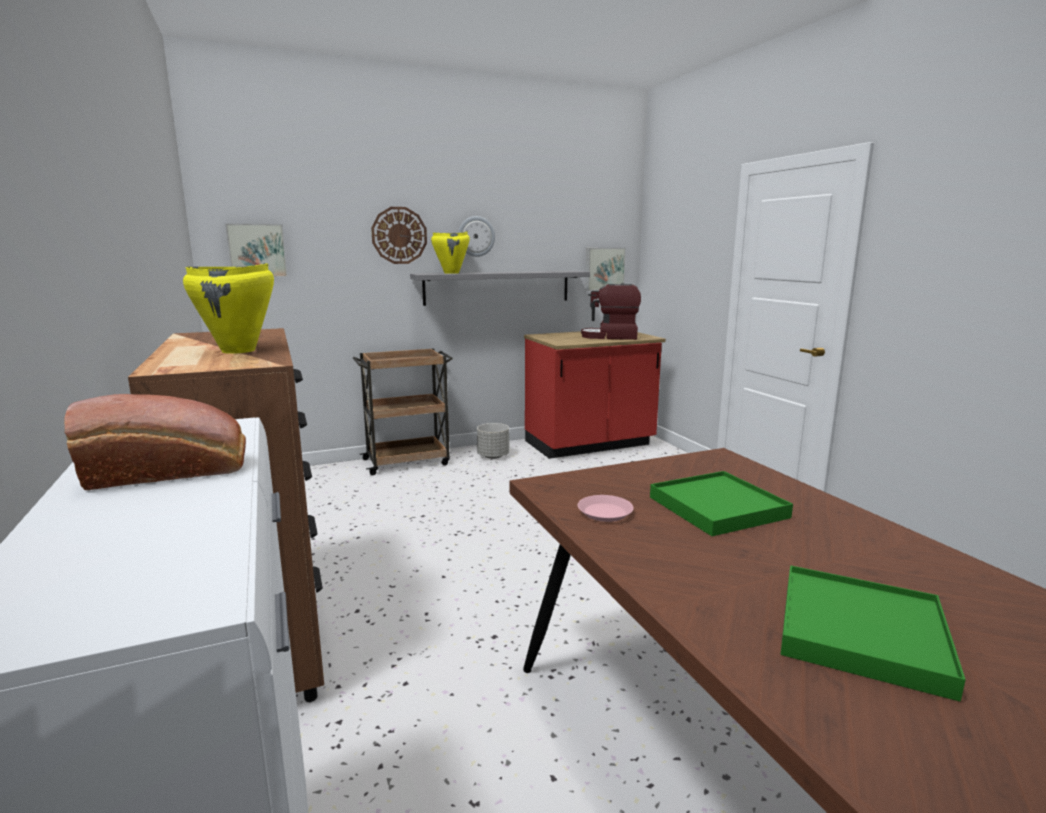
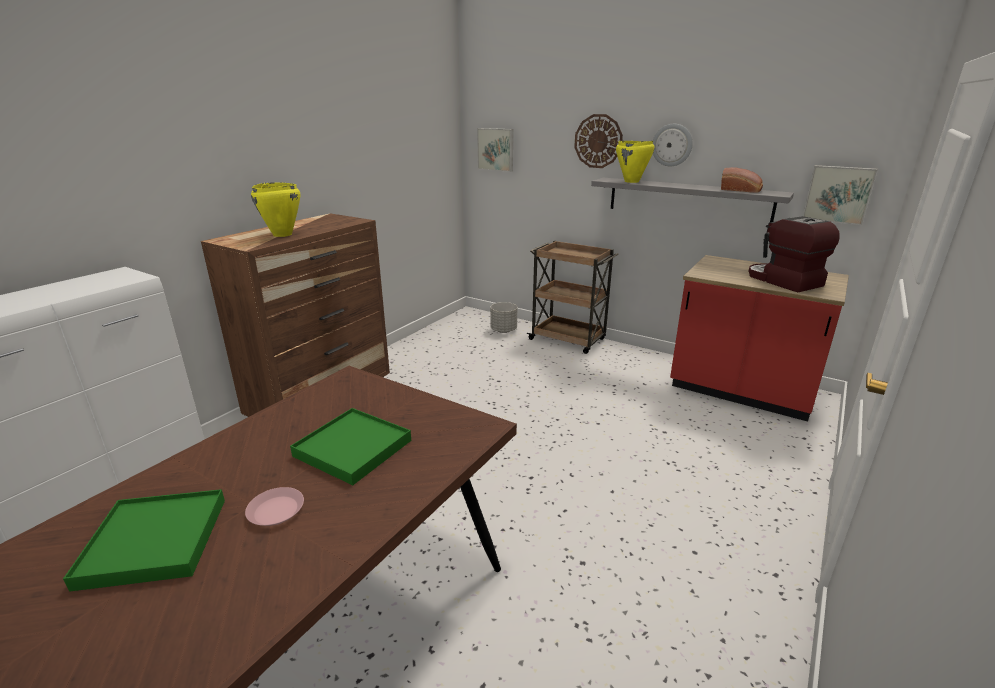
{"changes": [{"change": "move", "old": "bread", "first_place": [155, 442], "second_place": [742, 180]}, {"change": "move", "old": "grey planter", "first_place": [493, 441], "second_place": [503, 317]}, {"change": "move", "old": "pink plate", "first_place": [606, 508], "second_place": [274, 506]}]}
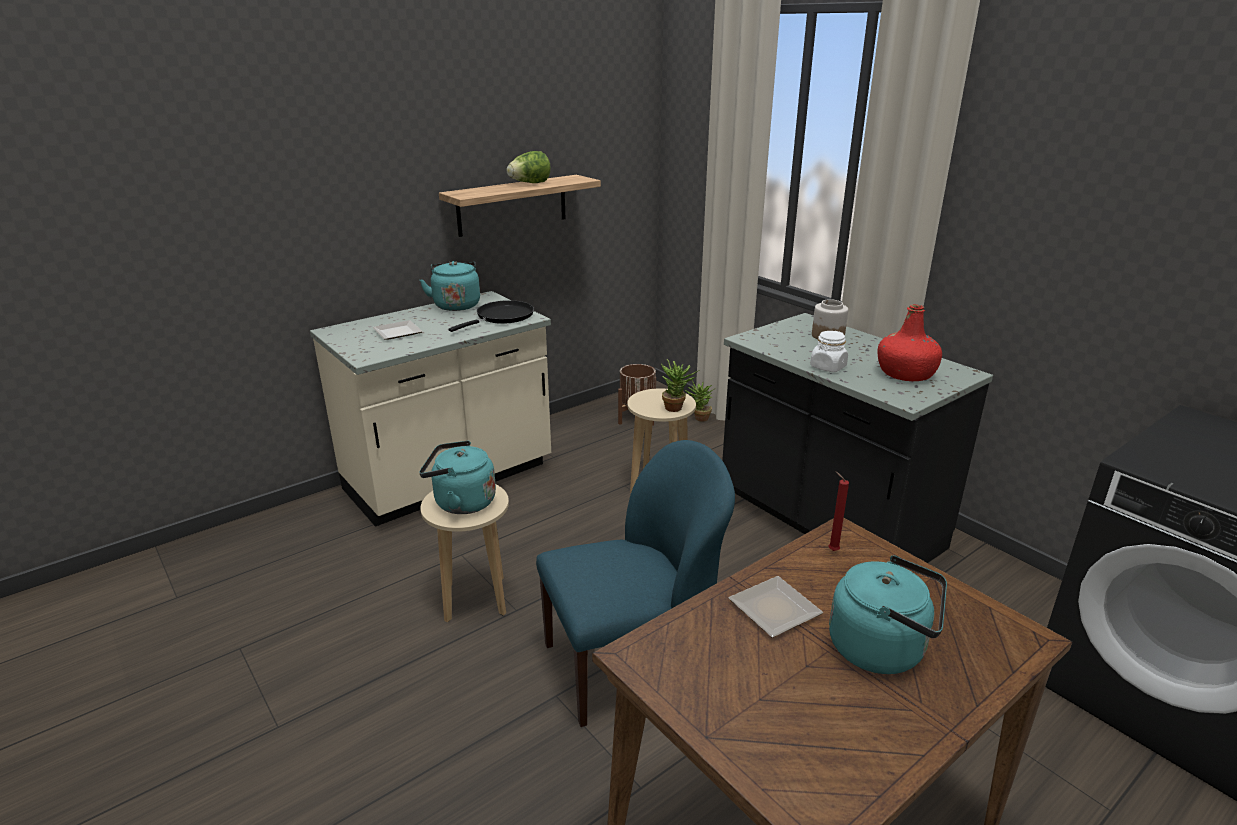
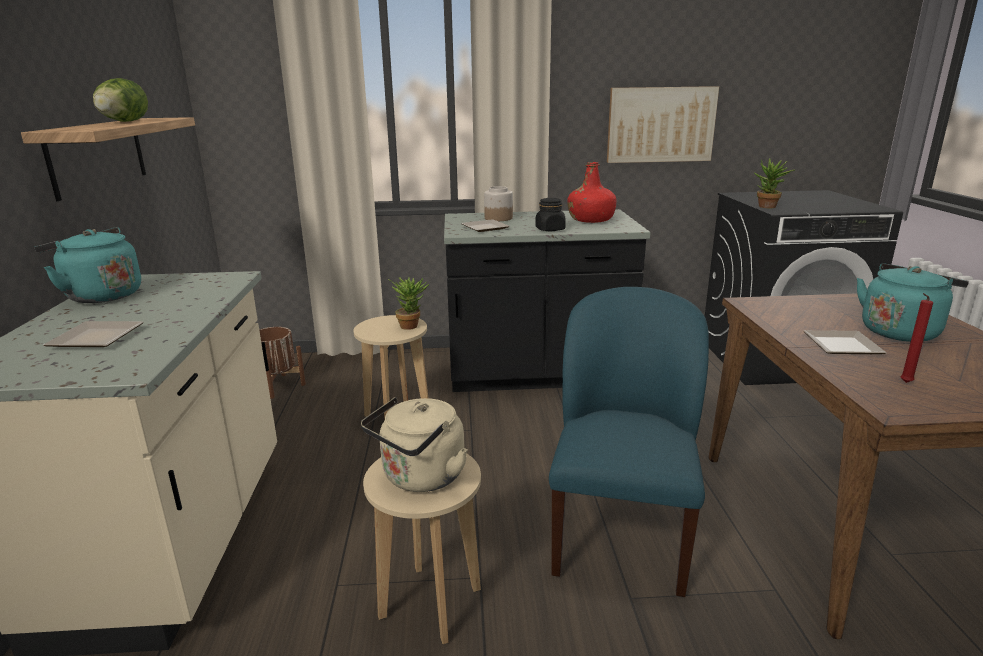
{"changes": [{"change": "recolor", "old": "blue-green water kettle", "new": "beige water kettle", "first_place": [457, 477], "second_place": [414, 444]}, {"change": "delete", "old": "black-coloured skillet", "first_place": [491, 316]}, {"change": "move", "old": "potted plant", "first_place": [700, 400], "second_place": [775, 183]}, {"change": "recolor", "old": "white preserve jar", "new": "black-coloured preserve jar", "first_place": [829, 351], "second_place": [550, 214]}, {"change": "move", "old": "reddish wax light", "first_place": [839, 511], "second_place": [916, 338]}, {"change": "insert", "new": "plate", "second_place": [485, 225]}, {"change": "insert", "new": "wall art", "second_place": [663, 124]}]}
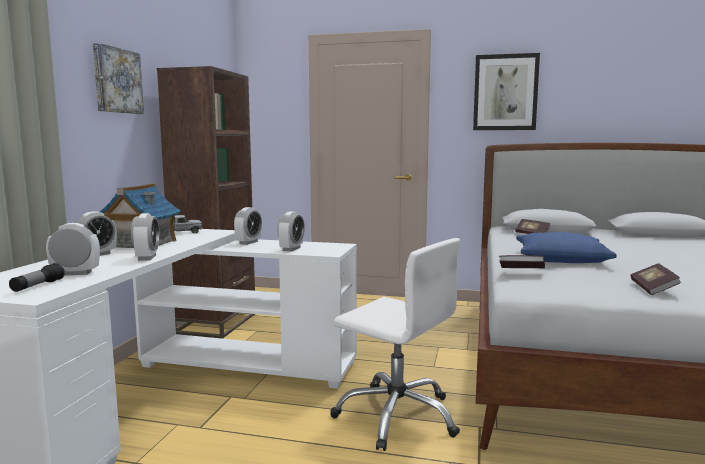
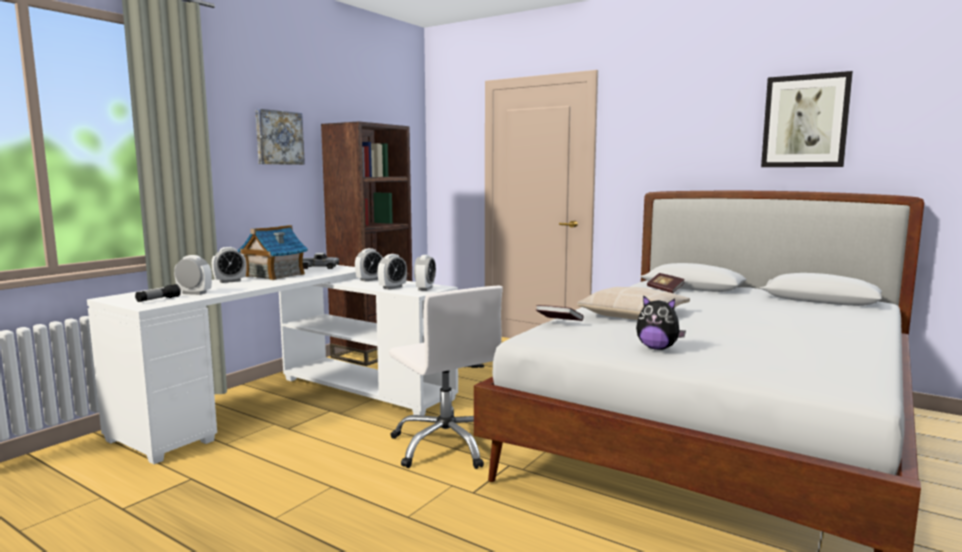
{"changes": [{"change": "move", "old": "table clock", "first_place": [145, 237], "second_place": [425, 273]}, {"change": "move", "old": "wall art", "first_place": [506, 91], "second_place": [807, 119]}, {"change": "recolor", "old": "blue throw pillow", "new": "beige throw pillow", "first_place": [566, 247], "second_place": [633, 303]}, {"change": "replace", "old": "book", "new": "soft toy", "first_place": [655, 279], "second_place": [661, 322]}]}
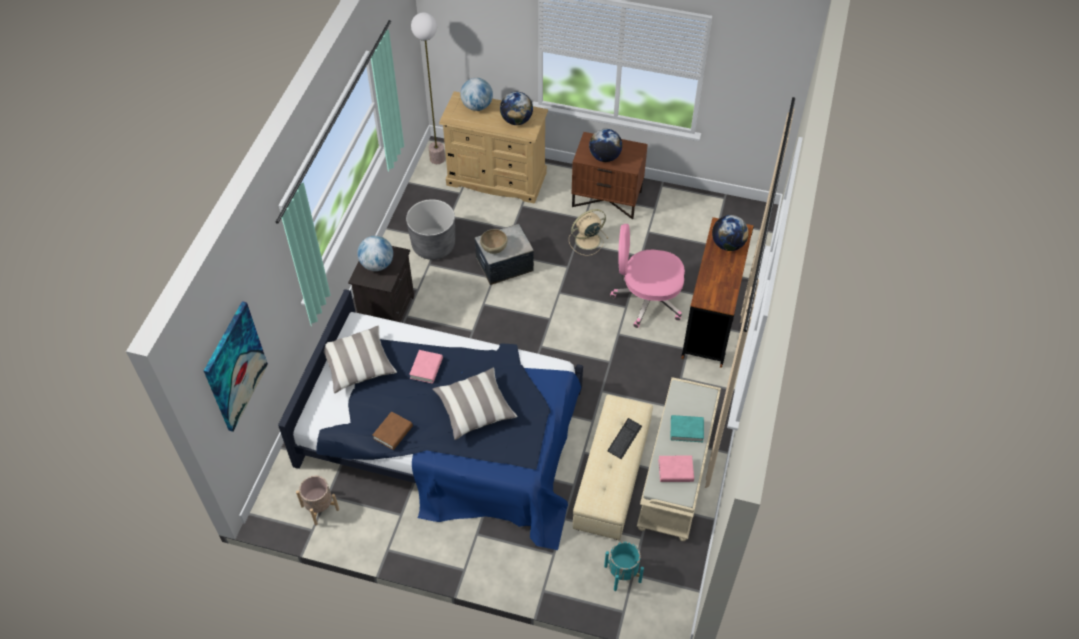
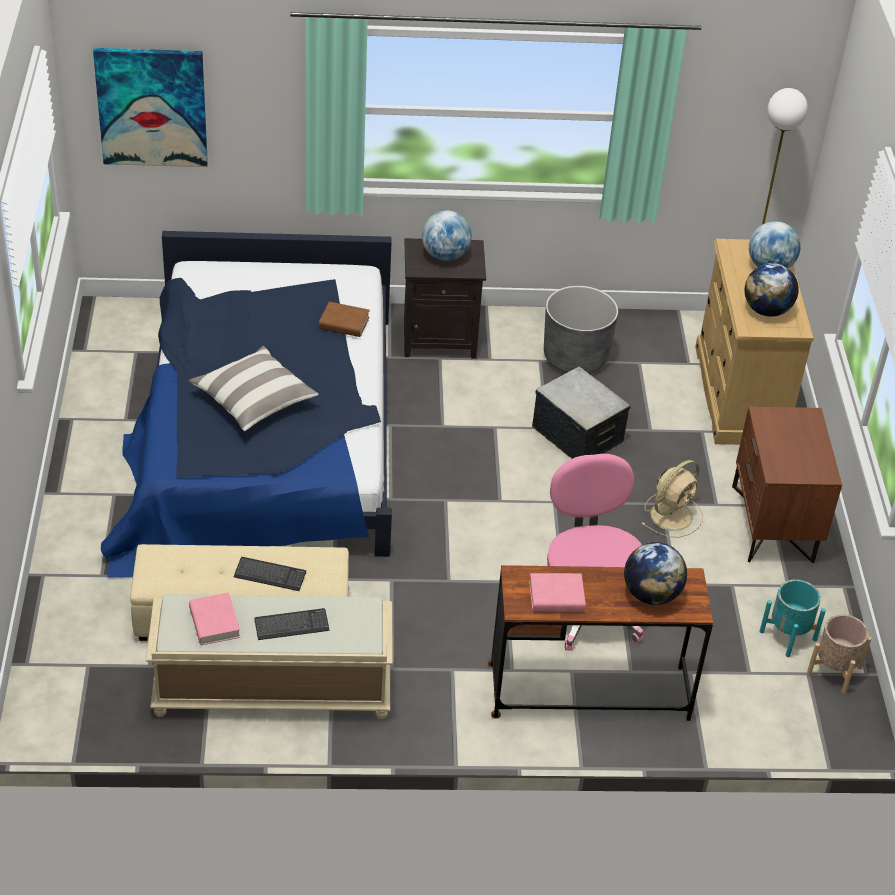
{"changes": [{"change": "move", "old": "beige planter", "first_place": [317, 500], "second_place": [839, 654]}, {"change": "delete", "old": "throw pillow", "first_place": [360, 359]}, {"change": "move", "old": "brown-coloured book", "first_place": [393, 430], "second_place": [344, 319]}, {"change": "move", "old": "pink book", "first_place": [426, 366], "second_place": [557, 592]}, {"change": "delete", "old": "brown-coloured serving bowl", "first_place": [494, 241]}, {"change": "rotate", "old": "beige fan", "first_place": [589, 232], "second_place": [672, 498], "degrees": 90}, {"change": "delete", "old": "world globe", "first_place": [605, 145]}, {"change": "move", "old": "blue-green planter", "first_place": [624, 566], "second_place": [793, 618]}, {"change": "replace", "old": "blue-green book", "new": "computer keyboard", "first_place": [687, 428], "second_place": [291, 624]}]}
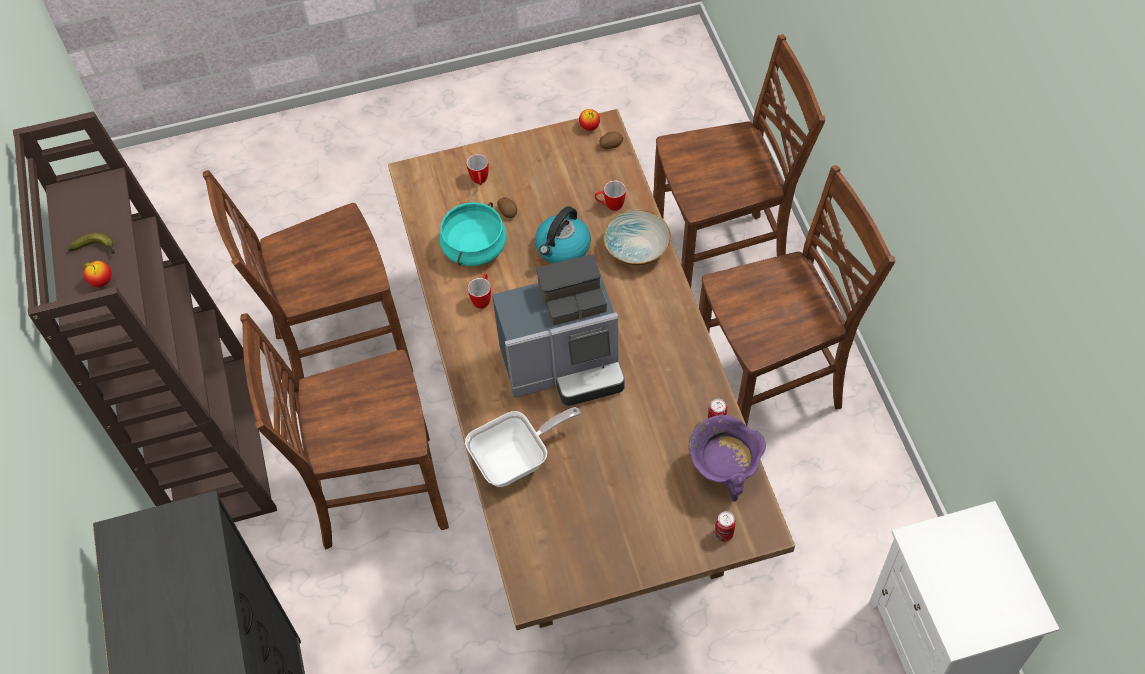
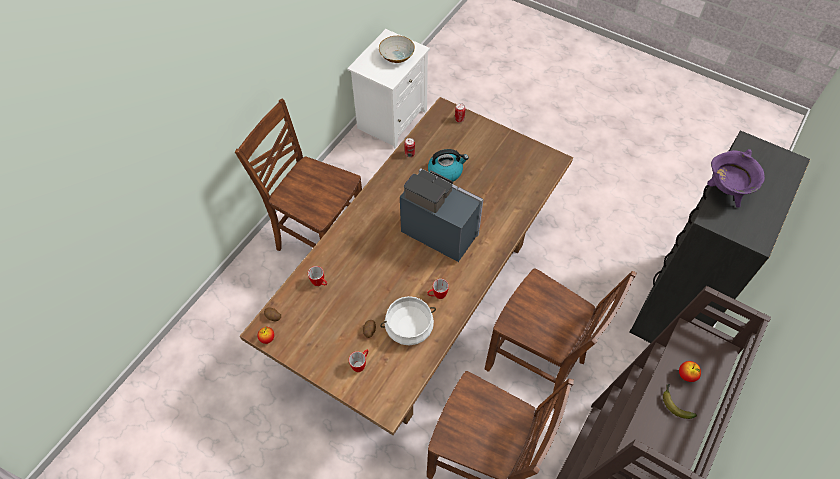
{"changes": [{"change": "recolor", "old": "blue-green stockpot", "new": "white stockpot", "first_place": [473, 234], "second_place": [408, 321]}, {"change": "delete", "old": "skillet", "first_place": [523, 447]}, {"change": "move", "old": "water kettle", "first_place": [563, 234], "second_place": [448, 165]}, {"change": "move", "old": "serving bowl", "first_place": [637, 237], "second_place": [397, 49]}, {"change": "delete", "old": "brown-coloured chair", "first_place": [739, 161]}, {"change": "move", "old": "purple stockpot", "first_place": [727, 458], "second_place": [736, 178]}]}
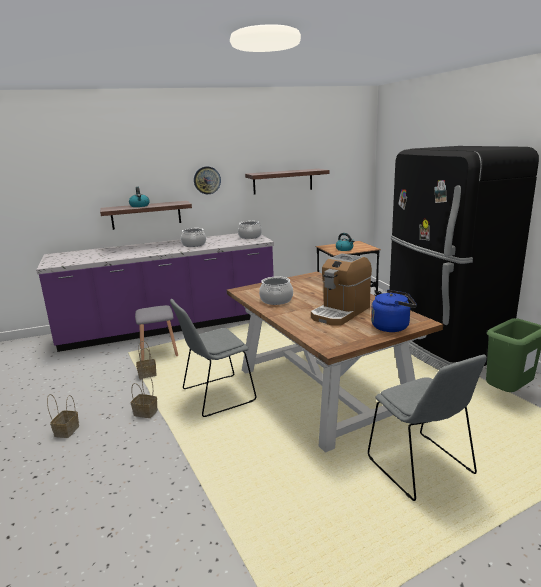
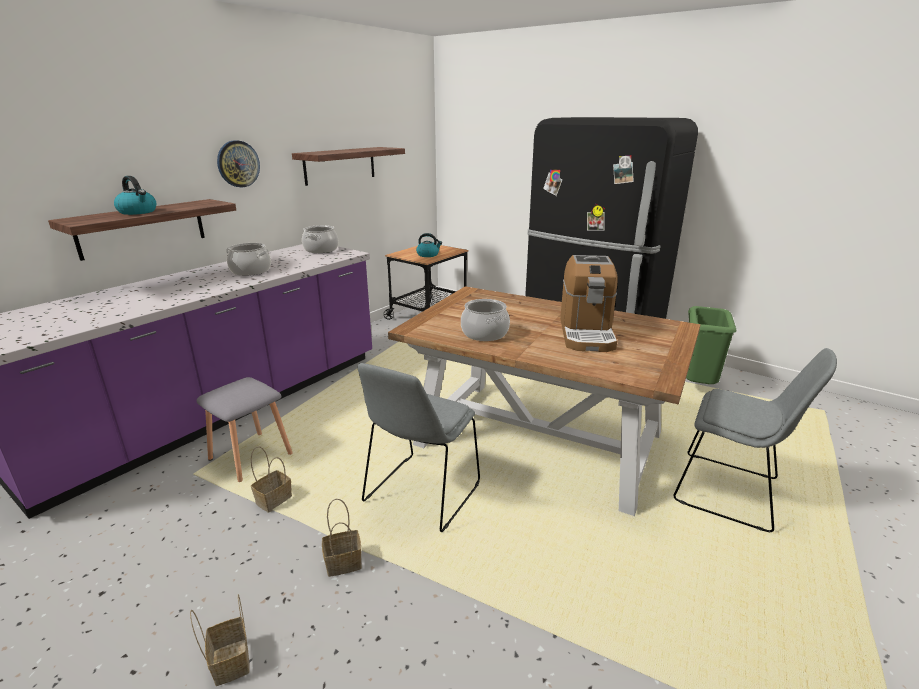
{"changes": [{"change": "delete", "old": "blue water kettle", "first_place": [394, 311]}]}
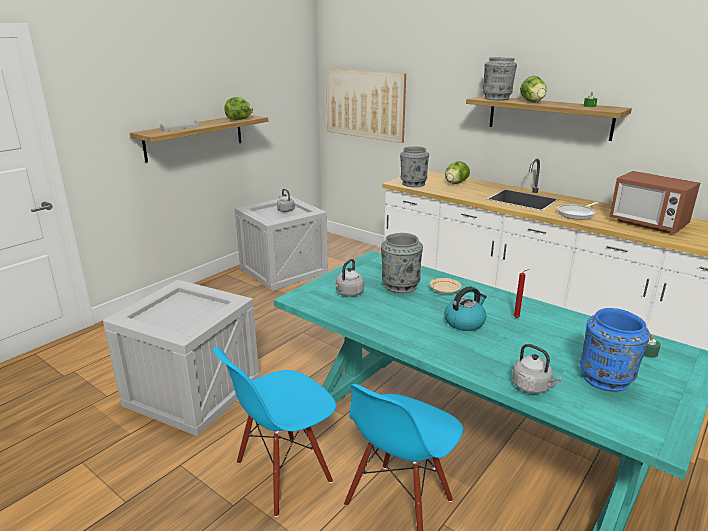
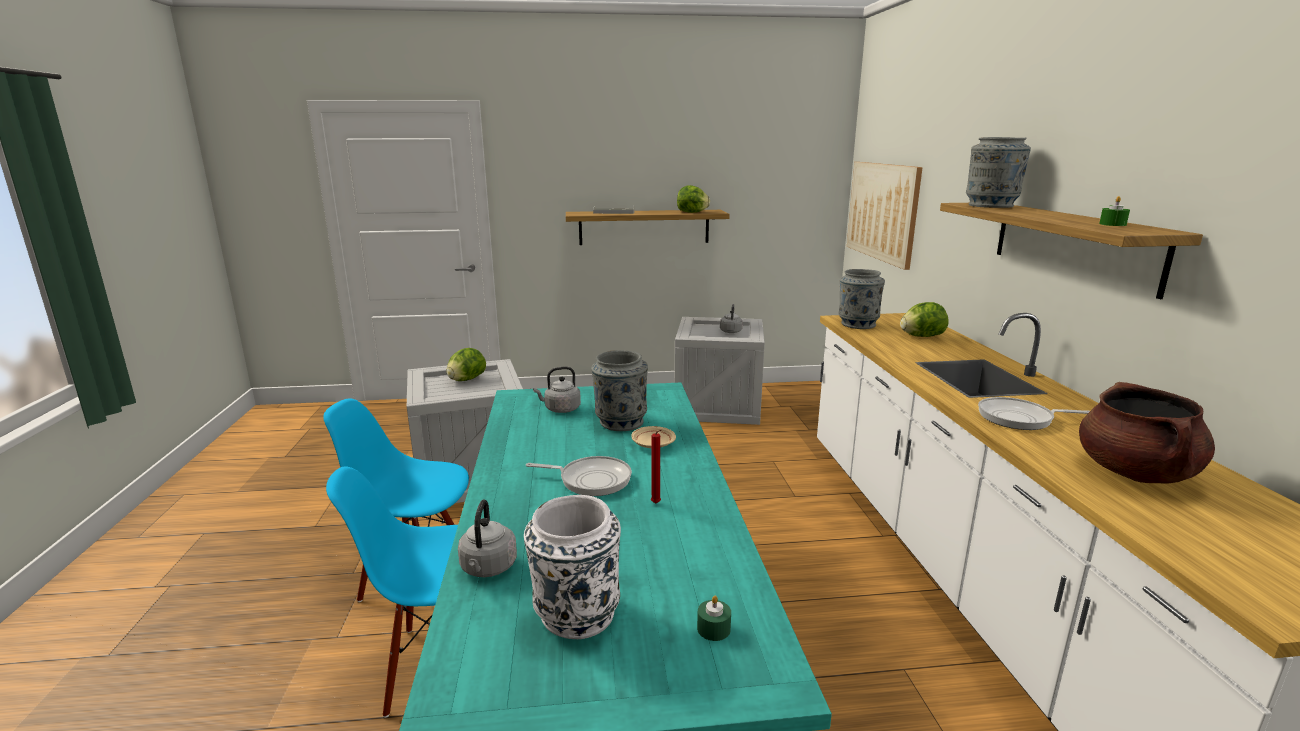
{"changes": [{"change": "replace", "old": "water kettle", "new": "skillet", "first_place": [465, 308], "second_place": [579, 476]}, {"change": "move", "old": "lettuce head", "first_place": [533, 89], "second_place": [466, 364]}, {"change": "recolor", "old": "blue flower vase", "new": "white flower vase", "first_place": [615, 349], "second_place": [572, 567]}, {"change": "replace", "old": "microwave", "new": "brown-coloured stockpot", "first_place": [654, 202], "second_place": [1147, 432]}]}
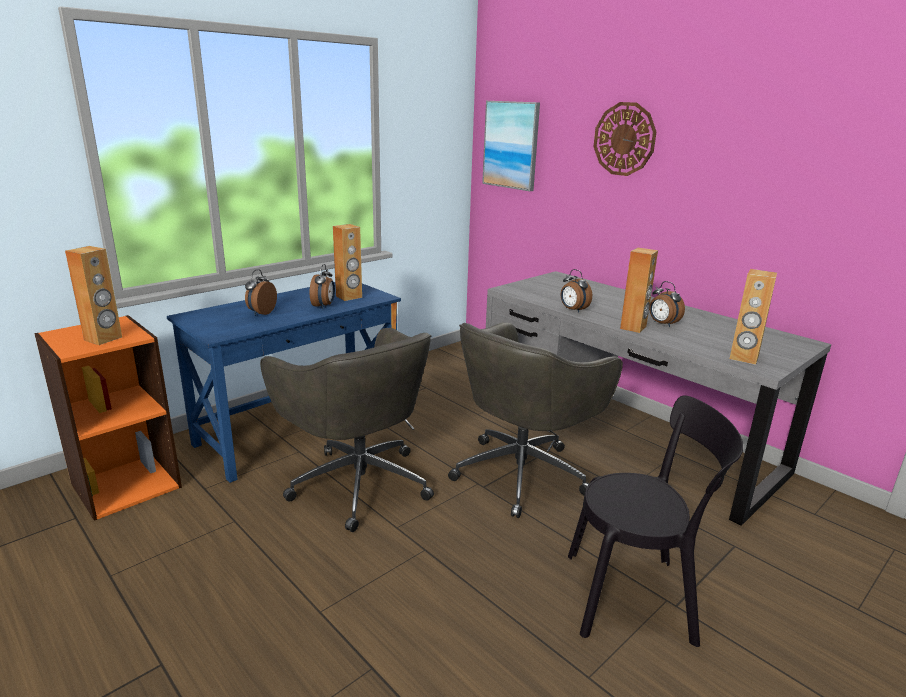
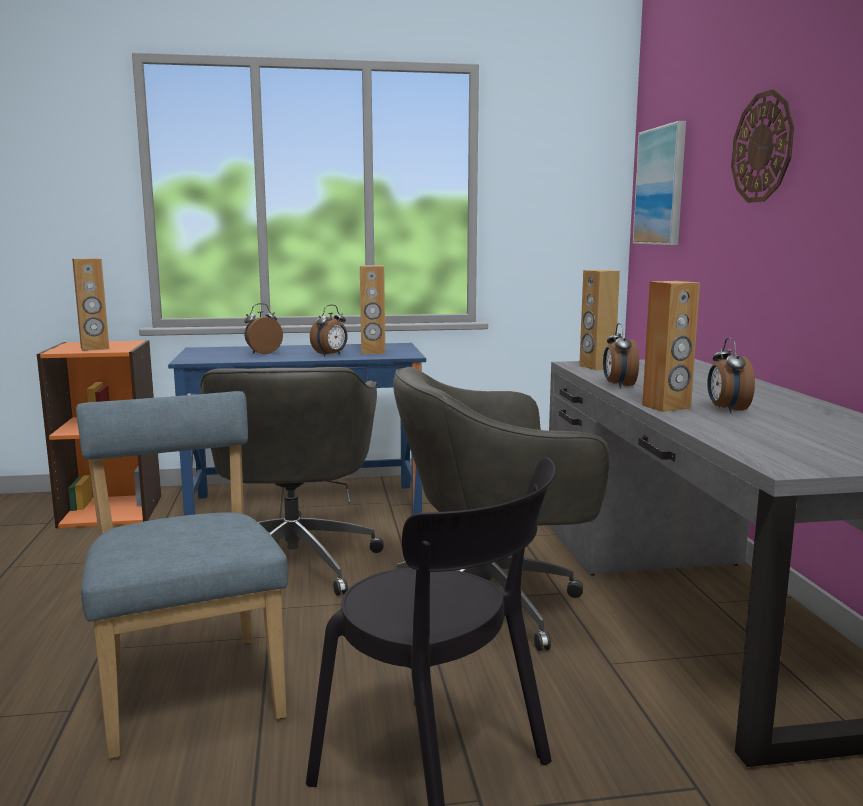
{"changes": [{"change": "move", "old": "brown-coloured speaker", "first_place": [753, 317], "second_place": [599, 320]}, {"change": "insert", "new": "blue chair", "second_place": [182, 575]}]}
